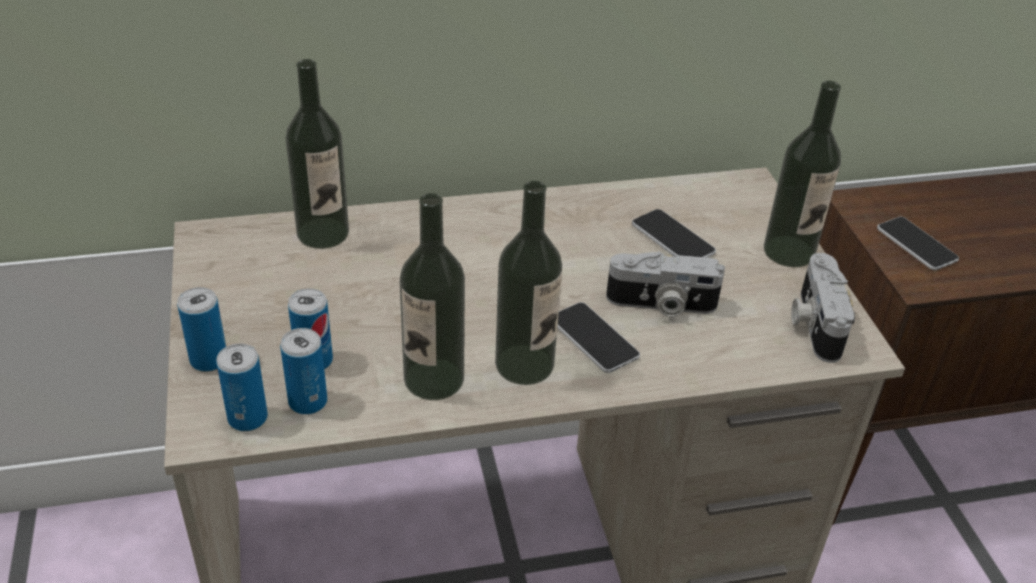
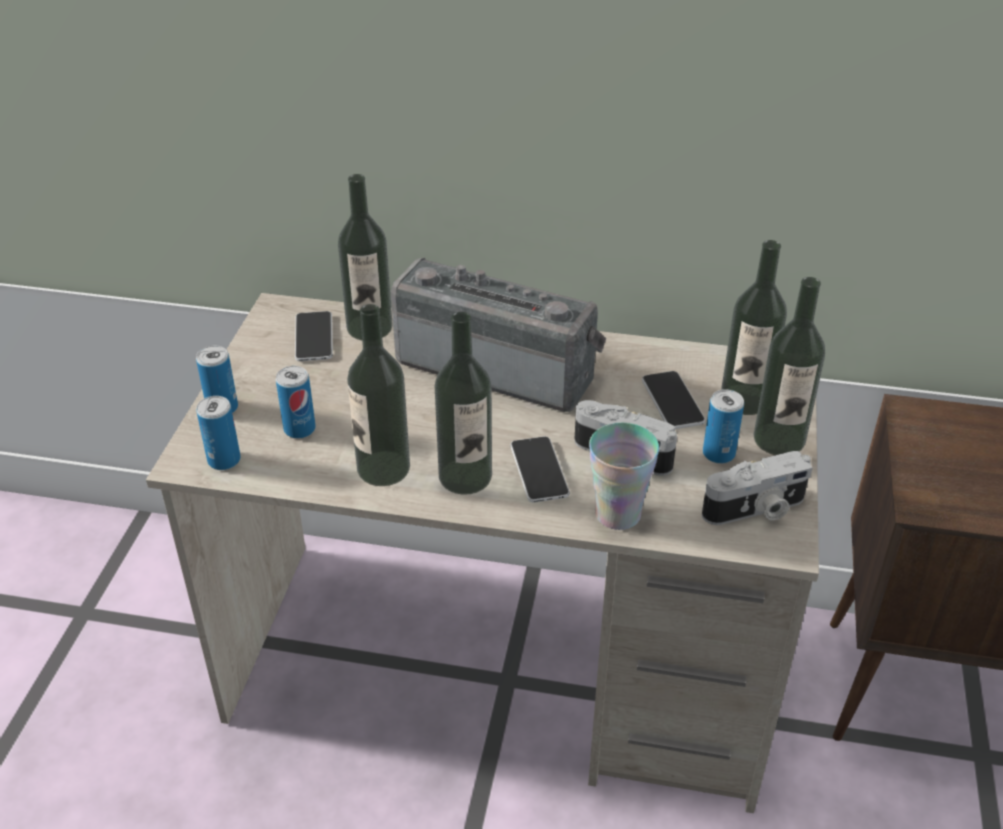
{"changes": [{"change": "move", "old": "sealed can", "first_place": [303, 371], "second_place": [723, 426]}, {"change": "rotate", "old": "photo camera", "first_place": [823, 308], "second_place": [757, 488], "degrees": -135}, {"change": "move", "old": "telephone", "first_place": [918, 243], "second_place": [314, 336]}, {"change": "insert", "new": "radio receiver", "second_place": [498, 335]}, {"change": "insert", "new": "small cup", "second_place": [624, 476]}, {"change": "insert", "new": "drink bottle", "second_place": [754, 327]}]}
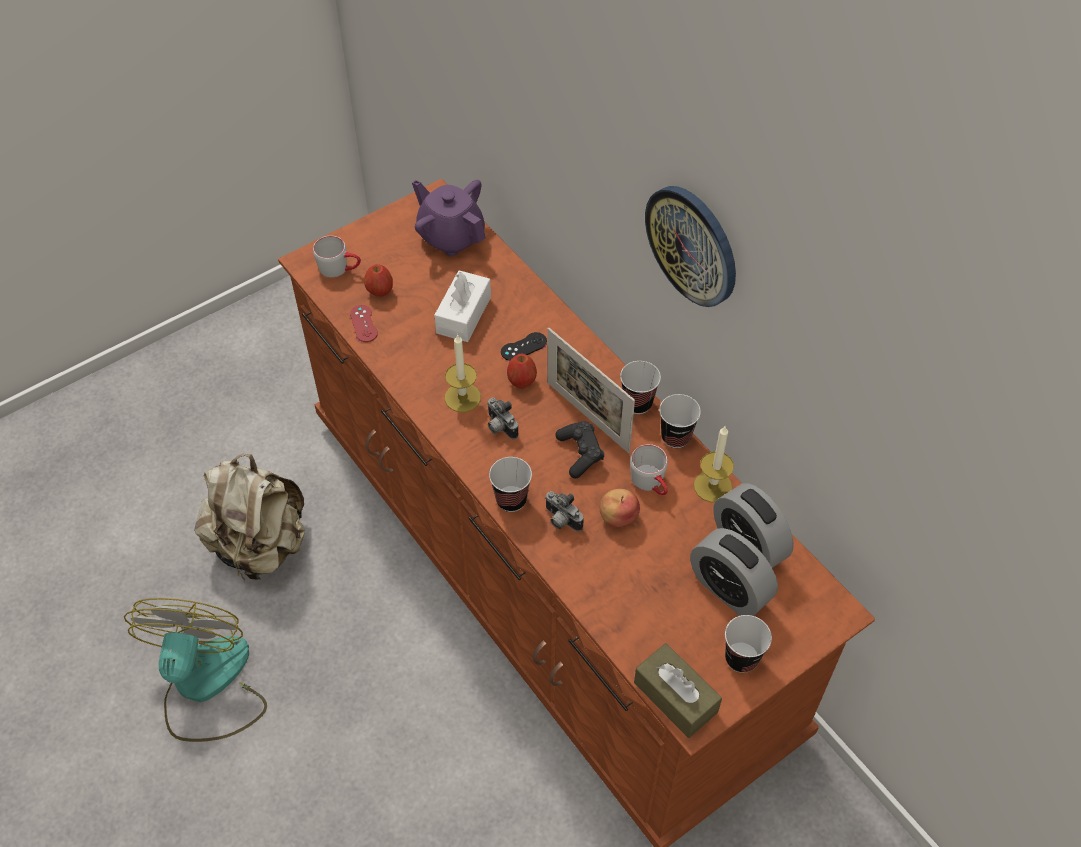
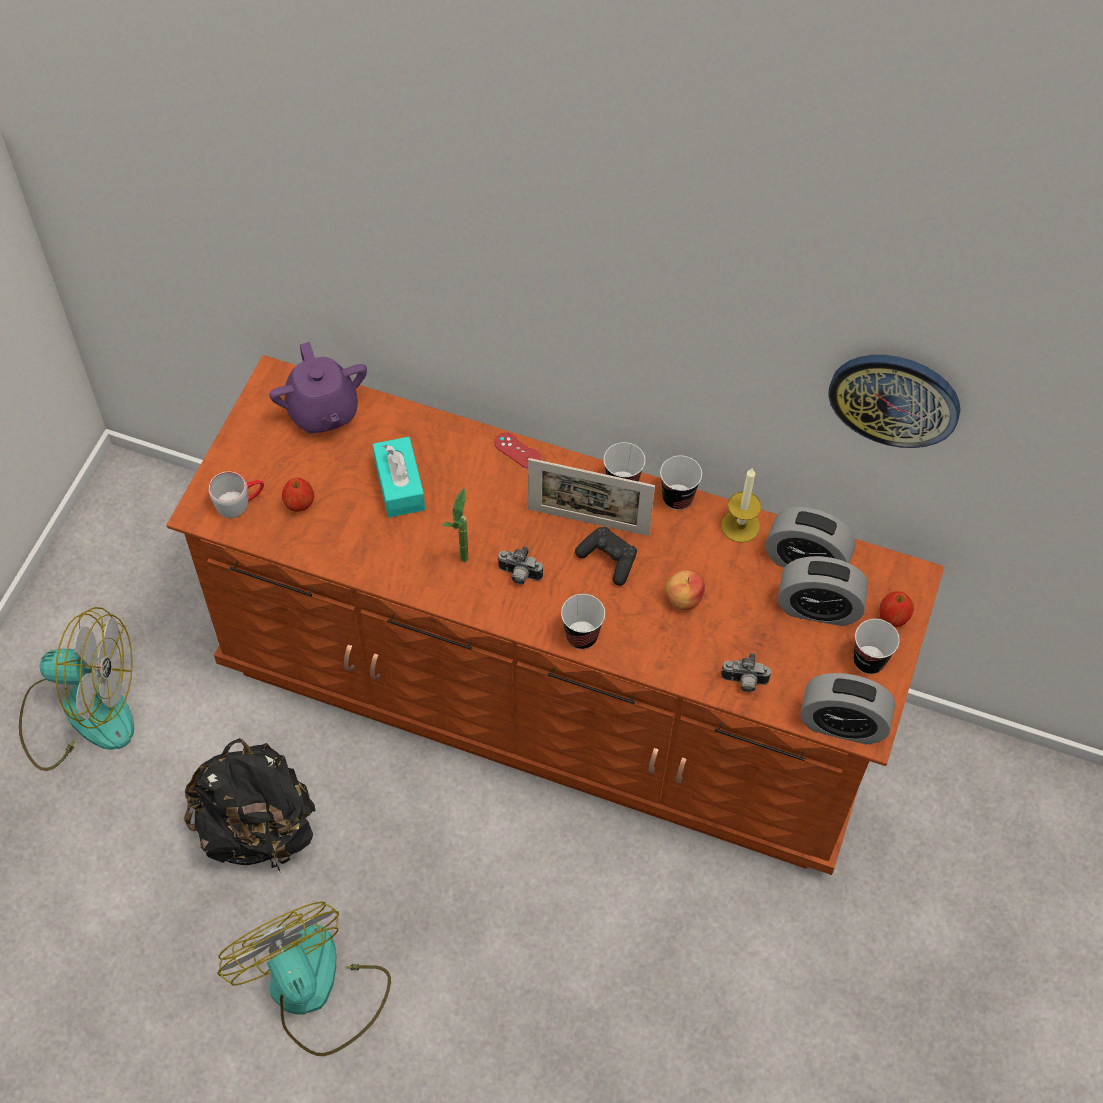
{"changes": [{"change": "recolor", "old": "beige backpack", "new": "black-coloured backpack", "first_place": [249, 517], "second_place": [250, 804]}, {"change": "move", "old": "reddish gamepad", "first_place": [364, 323], "second_place": [518, 450]}, {"change": "rotate", "old": "purple tea pot", "first_place": [449, 218], "second_place": [318, 388], "degrees": -120}, {"change": "recolor", "old": "white tissue holder", "new": "blue-green tissue holder", "first_place": [462, 306], "second_place": [399, 477]}, {"change": "replace", "old": "wax light", "new": "potted plant", "first_place": [463, 373], "second_place": [455, 525]}, {"change": "delete", "old": "black-coloured gamepad", "first_place": [524, 346]}, {"change": "move", "old": "whole apple", "first_place": [522, 370], "second_place": [896, 609]}, {"change": "move", "old": "photo camera", "first_place": [564, 511], "second_place": [746, 672]}, {"change": "delete", "old": "grey mug", "first_place": [649, 469]}, {"change": "replace", "old": "brown-coloured tissue holder", "new": "table clock", "first_place": [678, 690], "second_place": [848, 708]}, {"change": "move", "old": "wall clock", "first_place": [690, 246], "second_place": [894, 401]}, {"change": "insert", "new": "fan", "second_place": [76, 689]}]}
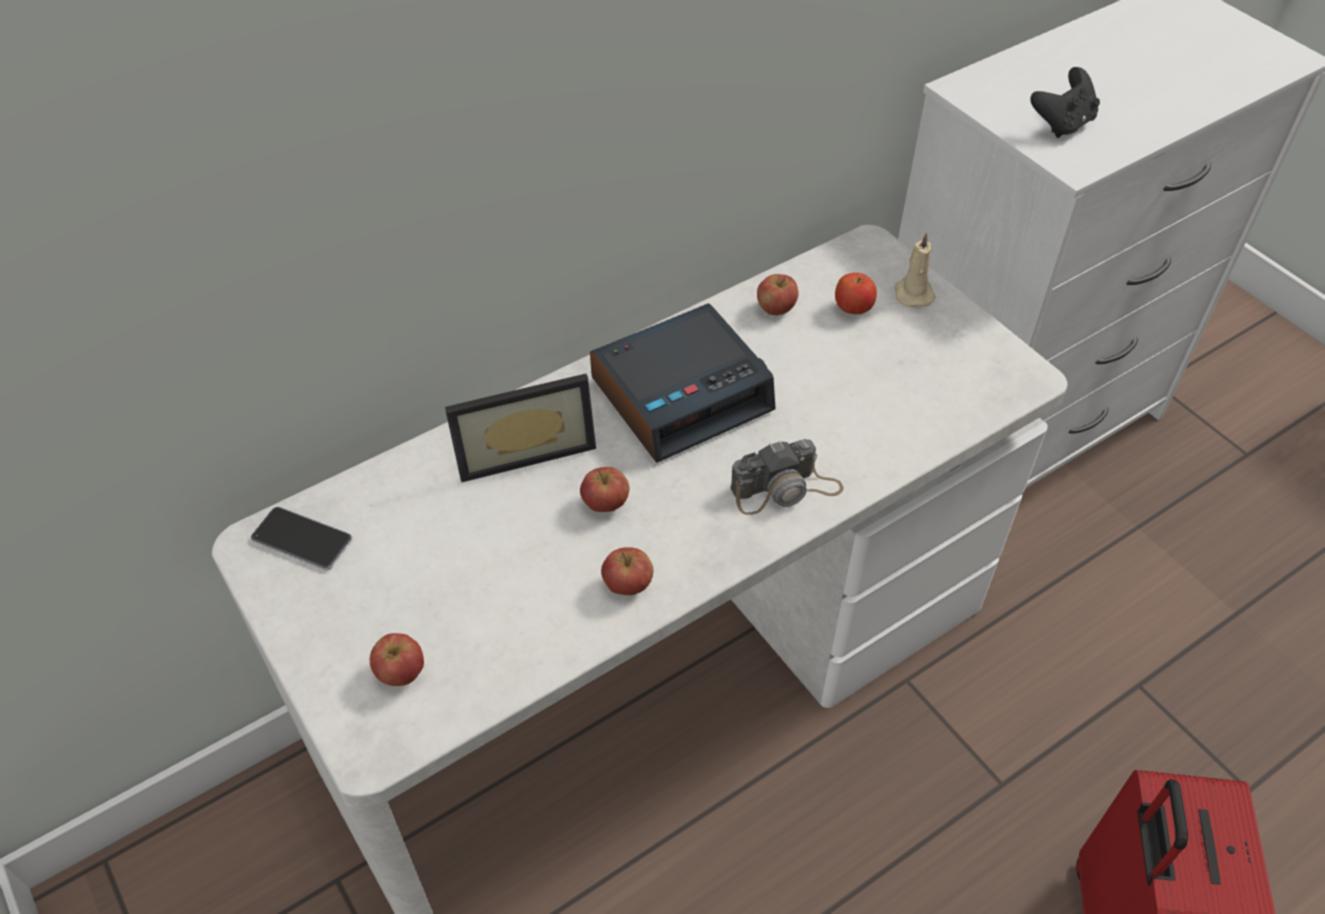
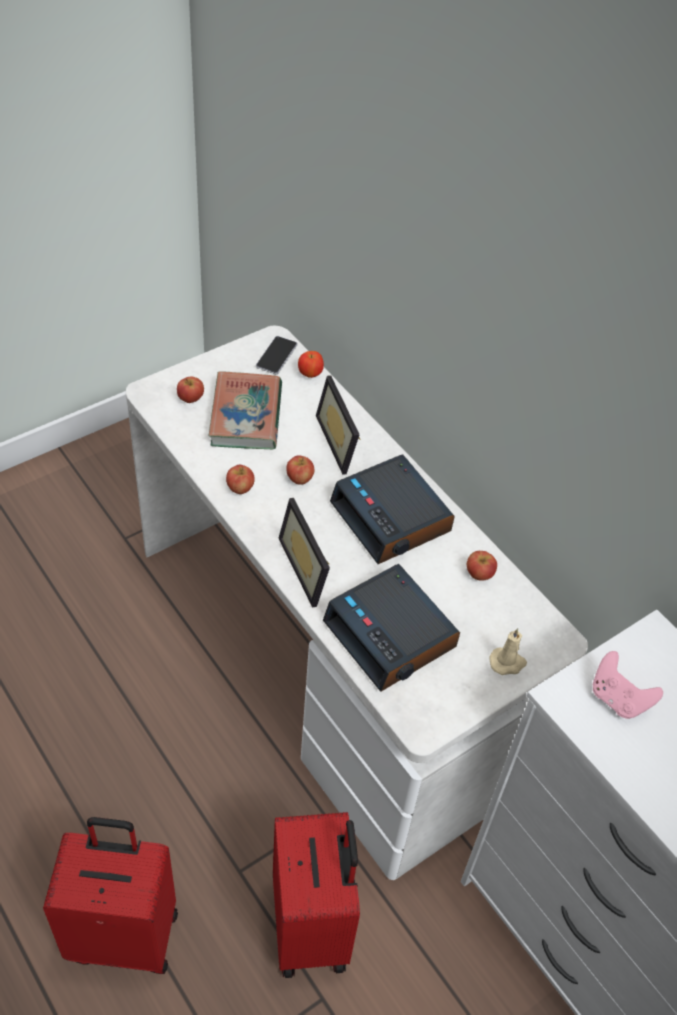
{"changes": [{"change": "replace", "old": "photo camera", "new": "picture frame", "first_place": [787, 477], "second_place": [304, 552]}, {"change": "move", "old": "whole apple", "first_place": [856, 293], "second_place": [311, 364]}, {"change": "recolor", "old": "black-coloured gamepad", "new": "pink gamepad", "first_place": [1065, 102], "second_place": [628, 685]}, {"change": "insert", "new": "book", "second_place": [245, 410]}, {"change": "insert", "new": "reddish travel case", "second_place": [316, 895]}, {"change": "insert", "new": "table clock", "second_place": [391, 628]}]}
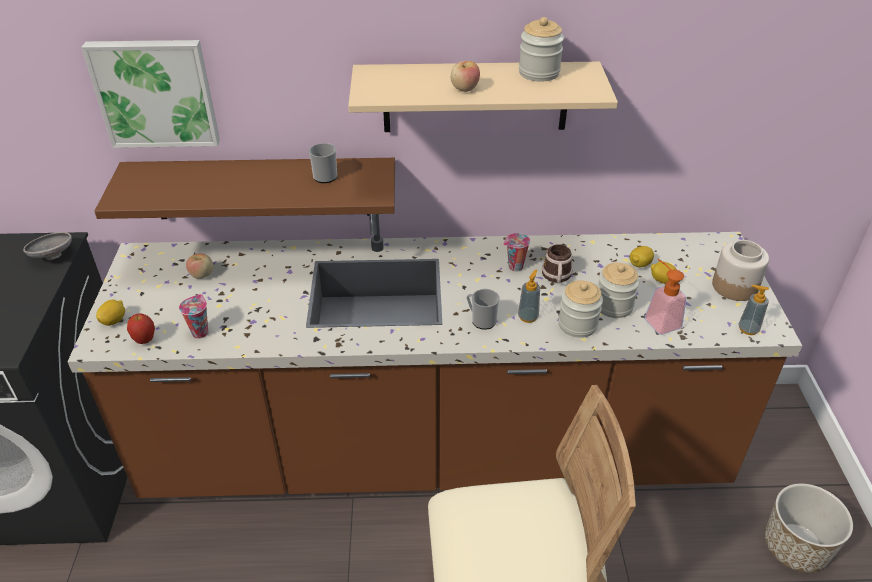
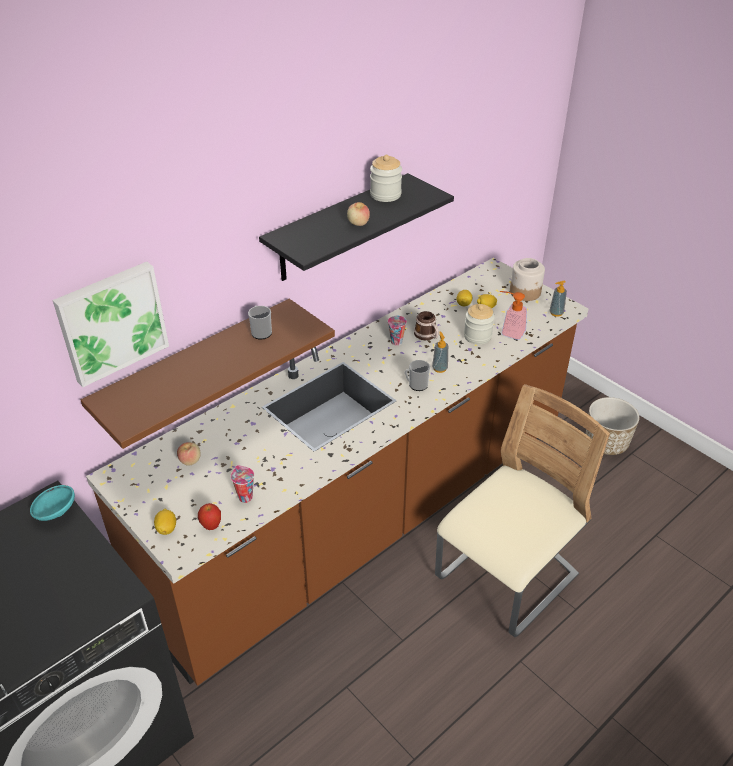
{"changes": [{"change": "recolor", "old": "grey serving bowl", "new": "blue-green serving bowl", "first_place": [47, 246], "second_place": [52, 503]}, {"change": "recolor", "old": "beige bracket shelf", "new": "black-coloured bracket shelf", "first_place": [483, 97], "second_place": [356, 227]}, {"change": "delete", "old": "preserve jar", "first_place": [580, 309]}]}
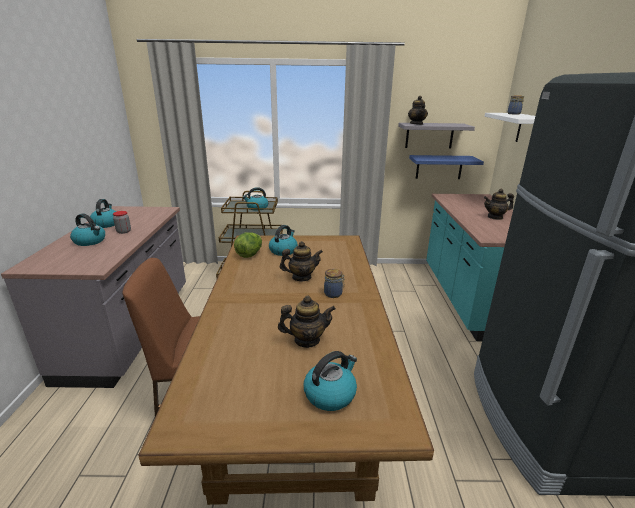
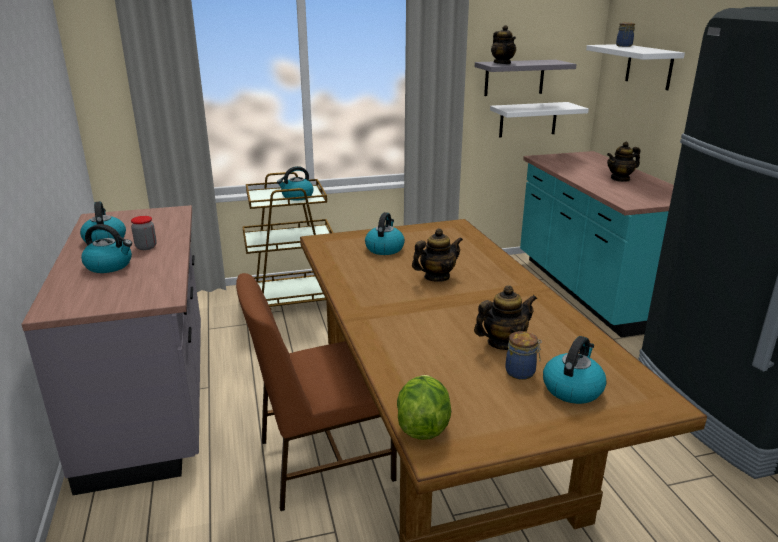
{"changes": [{"change": "move", "old": "lettuce head", "first_place": [248, 245], "second_place": [424, 407]}, {"change": "move", "old": "preserve jar", "first_place": [334, 283], "second_place": [523, 355]}, {"change": "recolor", "old": "blue bracket shelf", "new": "white bracket shelf", "first_place": [446, 167], "second_place": [539, 120]}]}
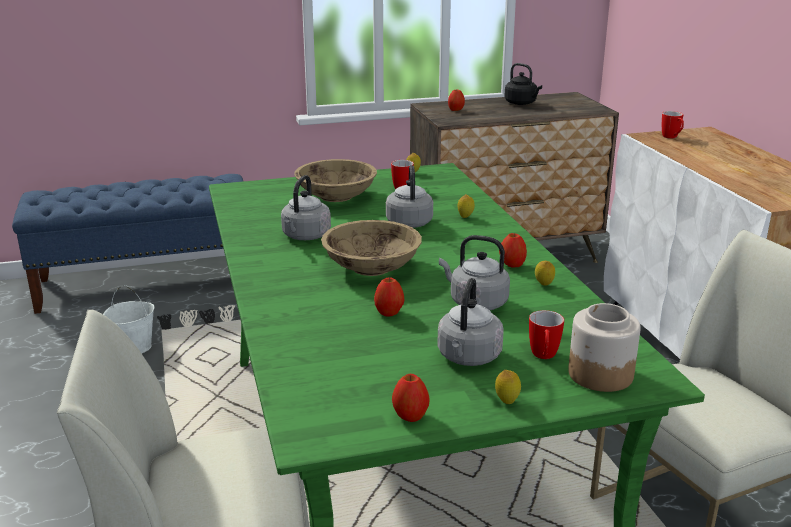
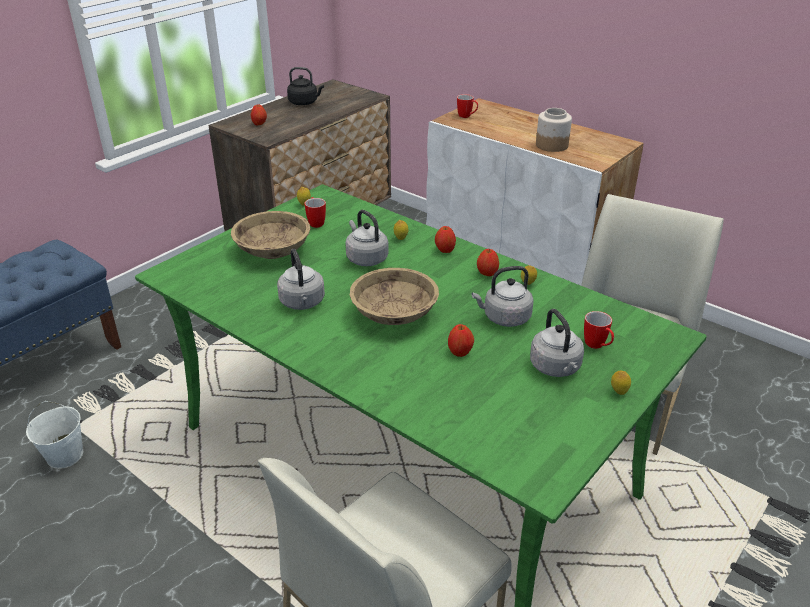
{"changes": [{"change": "move", "old": "whole apple", "first_place": [411, 398], "second_place": [445, 239]}, {"change": "move", "old": "preserve jar", "first_place": [604, 347], "second_place": [554, 130]}]}
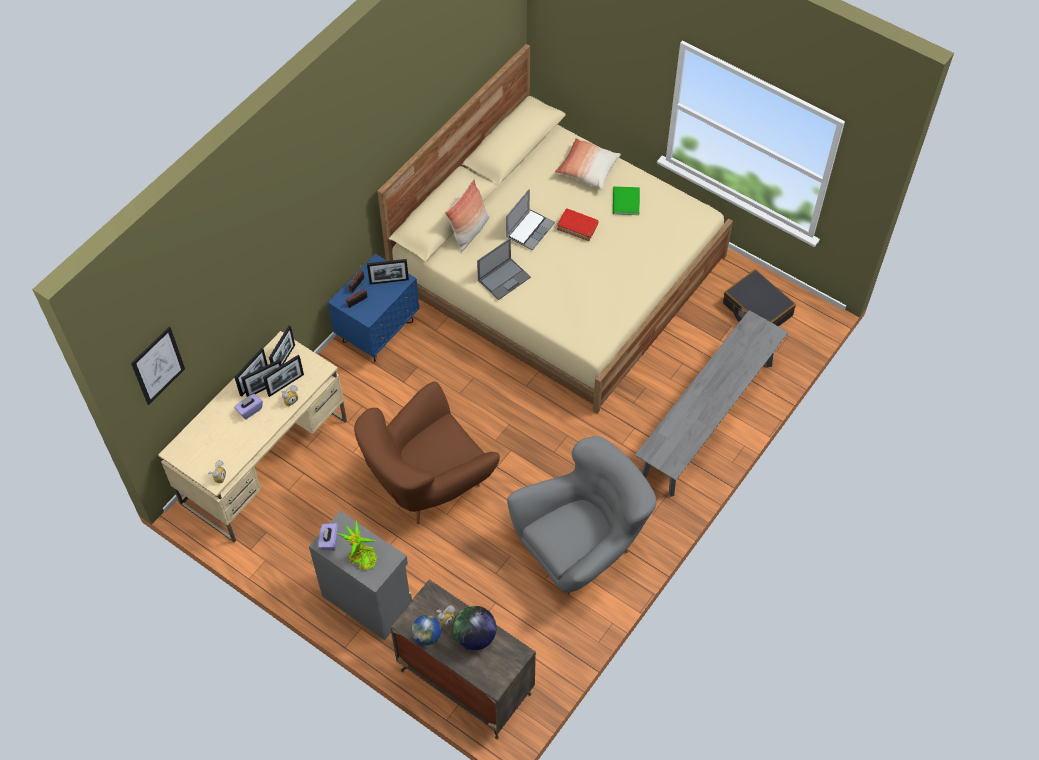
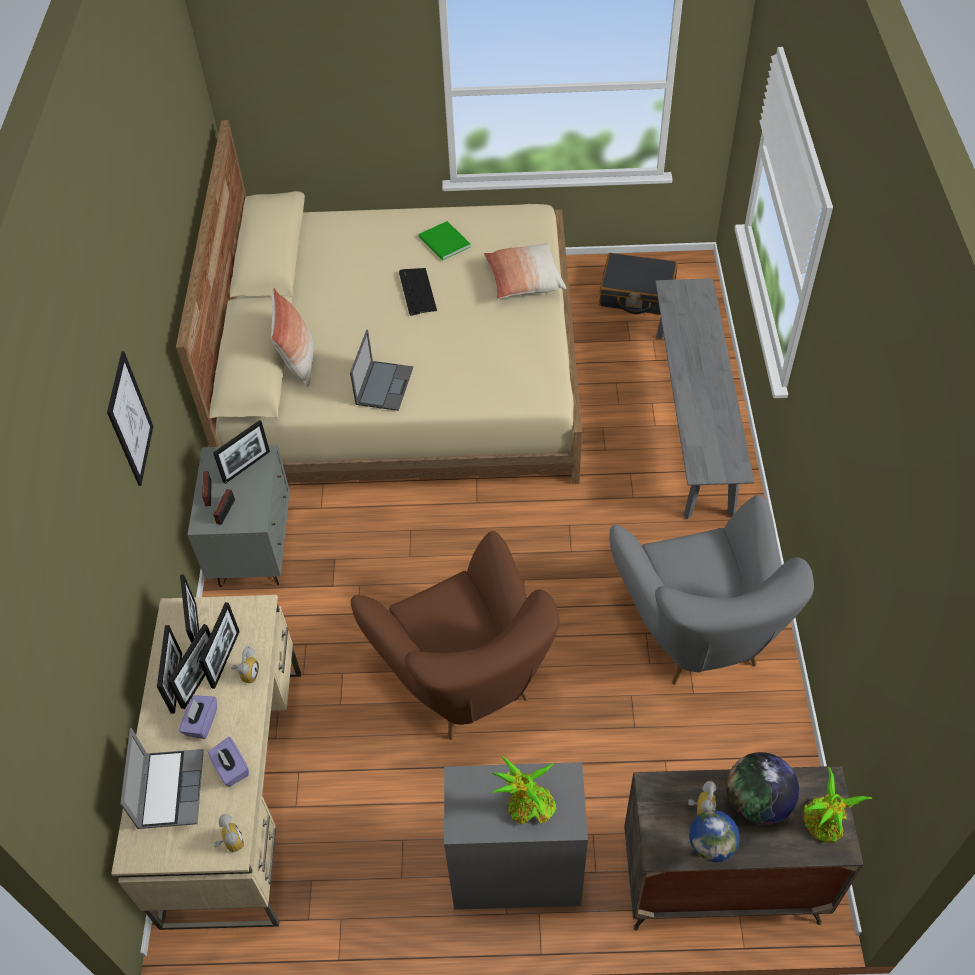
{"changes": [{"change": "move", "old": "wall art", "first_place": [158, 365], "second_place": [130, 418]}, {"change": "move", "old": "purple tissue holder", "first_place": [328, 537], "second_place": [228, 761]}, {"change": "recolor", "old": "blue night table", "new": "grey night table", "first_place": [373, 308], "second_place": [238, 516]}, {"change": "rotate", "old": "brown-coloured lounge chair", "first_place": [427, 453], "second_place": [455, 635], "degrees": -45}, {"change": "move", "old": "laptop", "first_place": [530, 220], "second_place": [162, 778]}, {"change": "rotate", "old": "grey lounge chair", "first_place": [581, 515], "second_place": [711, 590], "degrees": 150}, {"change": "move", "old": "throw pillow", "first_place": [588, 164], "second_place": [525, 271]}, {"change": "replace", "old": "reddish book", "new": "computer keyboard", "first_place": [578, 225], "second_place": [418, 292]}, {"change": "insert", "new": "potted plant", "second_place": [838, 805]}]}
